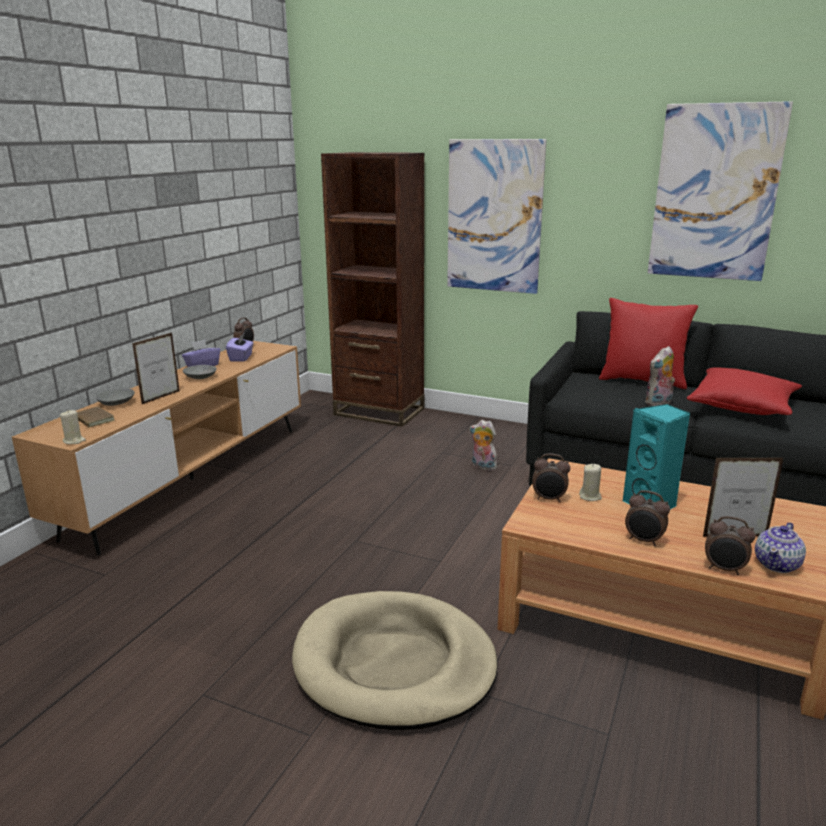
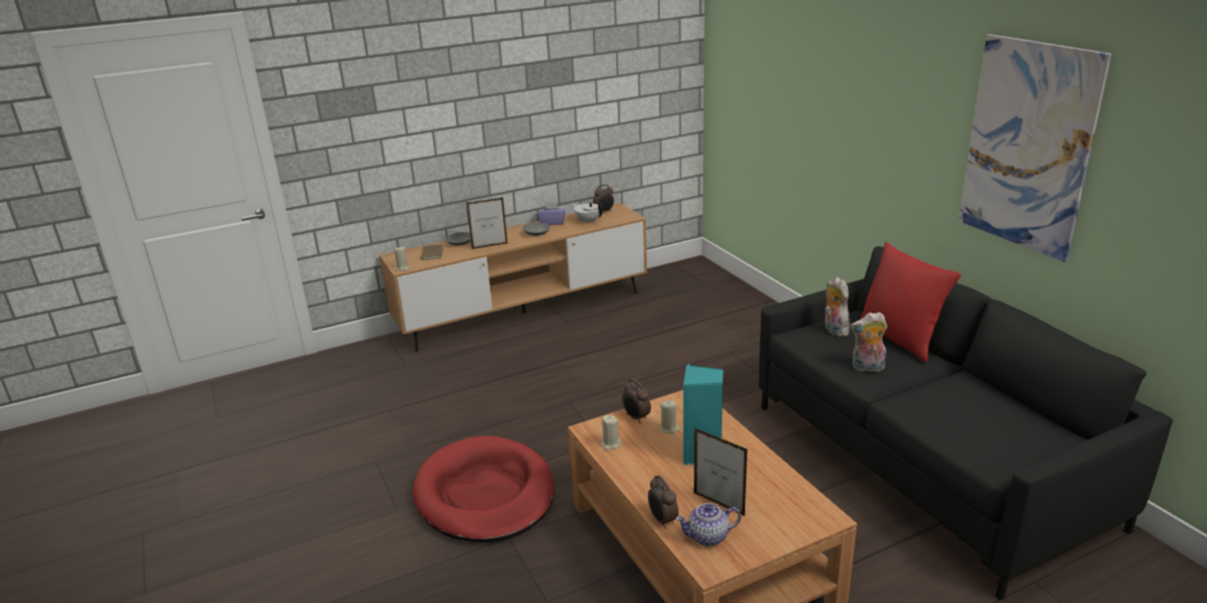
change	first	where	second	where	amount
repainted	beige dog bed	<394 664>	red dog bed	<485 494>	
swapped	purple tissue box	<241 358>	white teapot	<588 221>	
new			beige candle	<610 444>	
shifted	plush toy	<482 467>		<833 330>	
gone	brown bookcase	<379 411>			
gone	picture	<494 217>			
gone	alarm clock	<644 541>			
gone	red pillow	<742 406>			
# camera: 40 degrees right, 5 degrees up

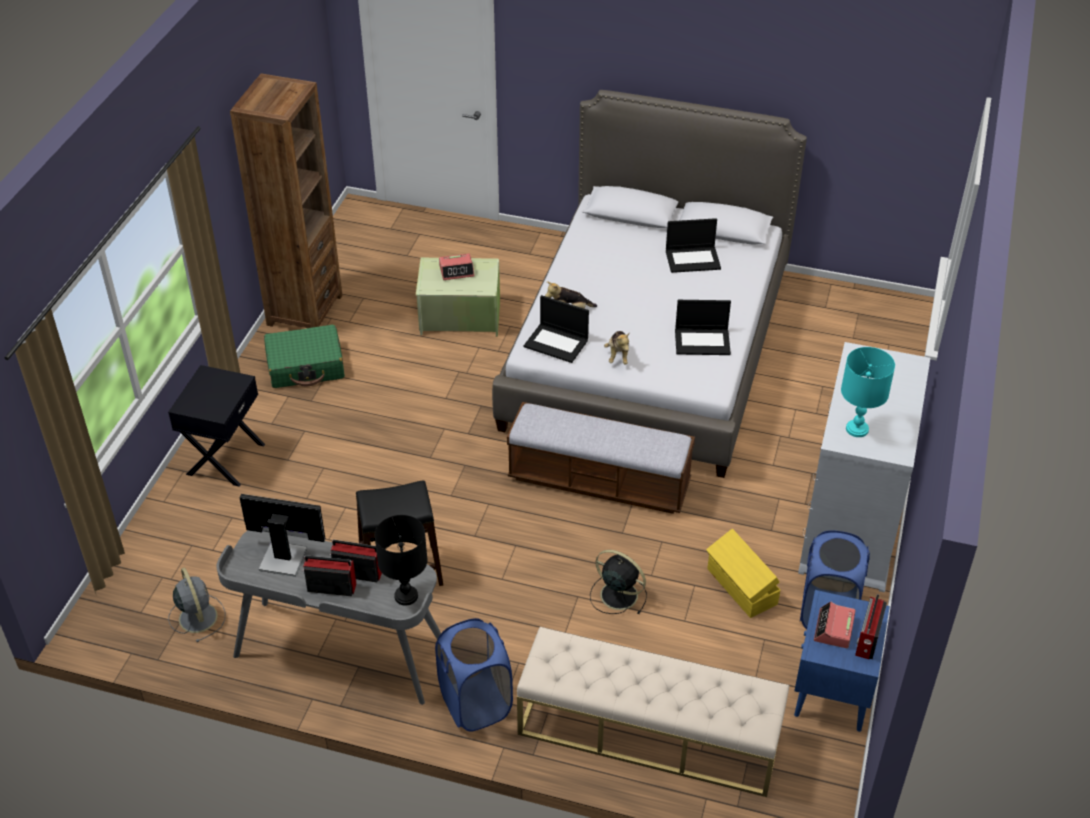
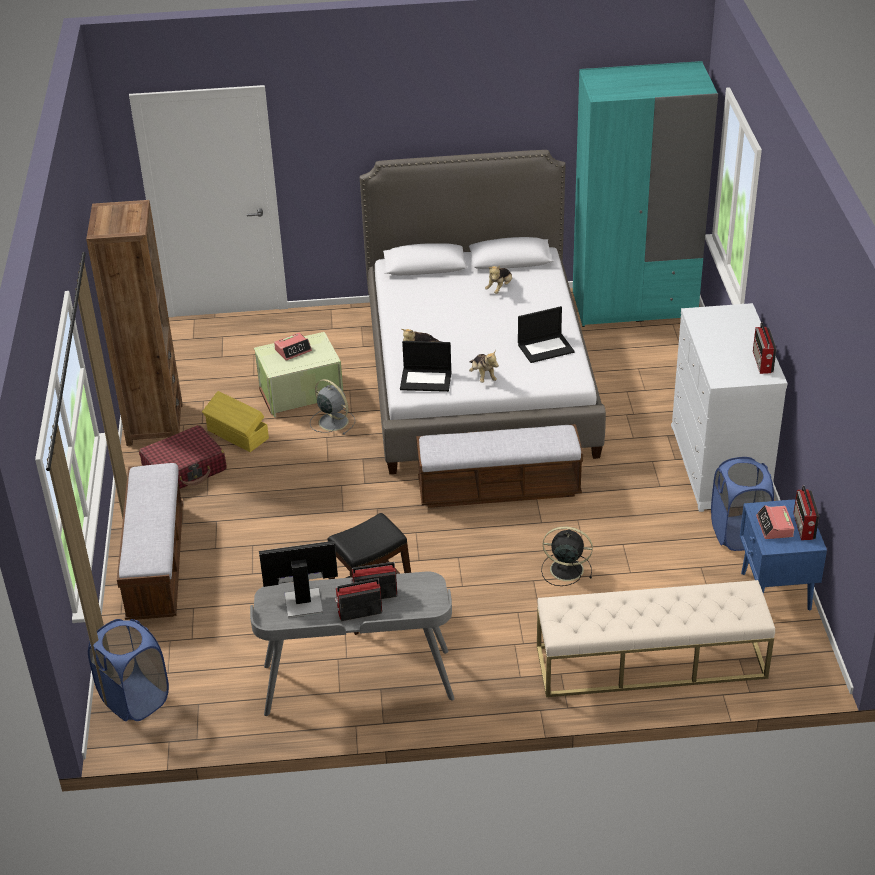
change	first	where	second	where	amount
shifted	blue laundry basket	<476 703>		<135 699>	
swapped	black nightstand	<225 459>	bench	<156 563>	
repainted	green suitcase	<306 366>	red suitcase	<185 469>	
shifted	yellow storage box	<741 587>		<237 435>	
shifted	grey fan	<197 616>		<332 421>	
swapped	laptop	<693 259>	plush toy	<499 288>	
new			turquoise wardrobe	<634 305>	
new			radio	<762 362>	
gone	black table lamp	<405 595>			
gone	turquoise table lamp	<857 429>			
# camera: 20 degrees left, 5 degrees down

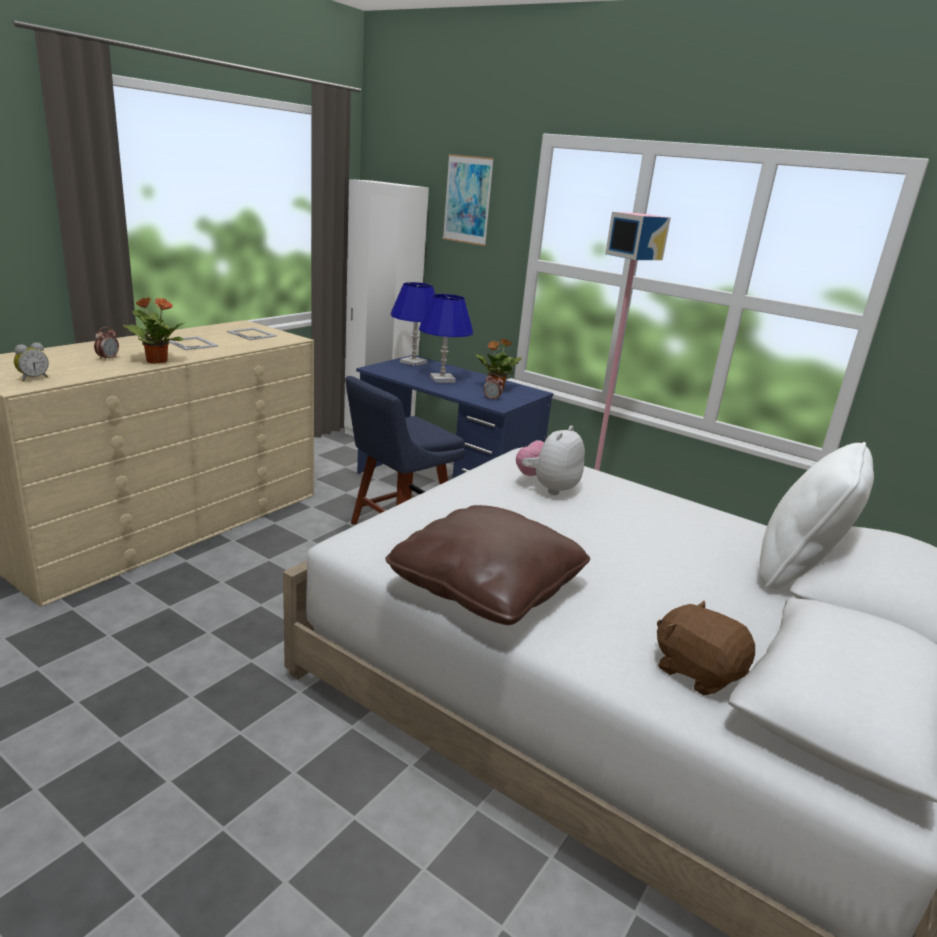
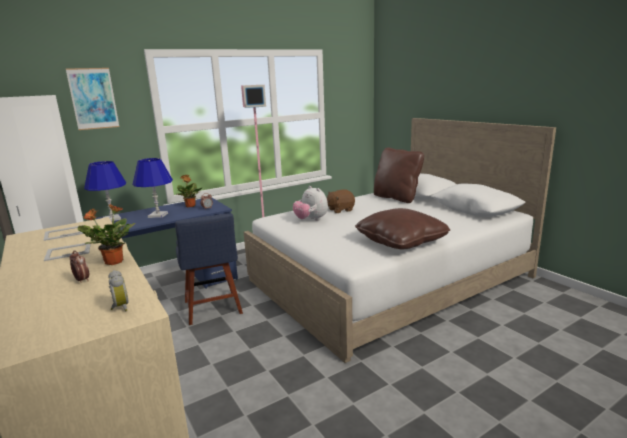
change	first	where	second	where	amount
shifted	brown plush toy	<697 671>		<340 210>	
repainted	white pillow	<797 570>	brown pillow	<397 198>	
# camera: 65 degrees left, 5 degrees down

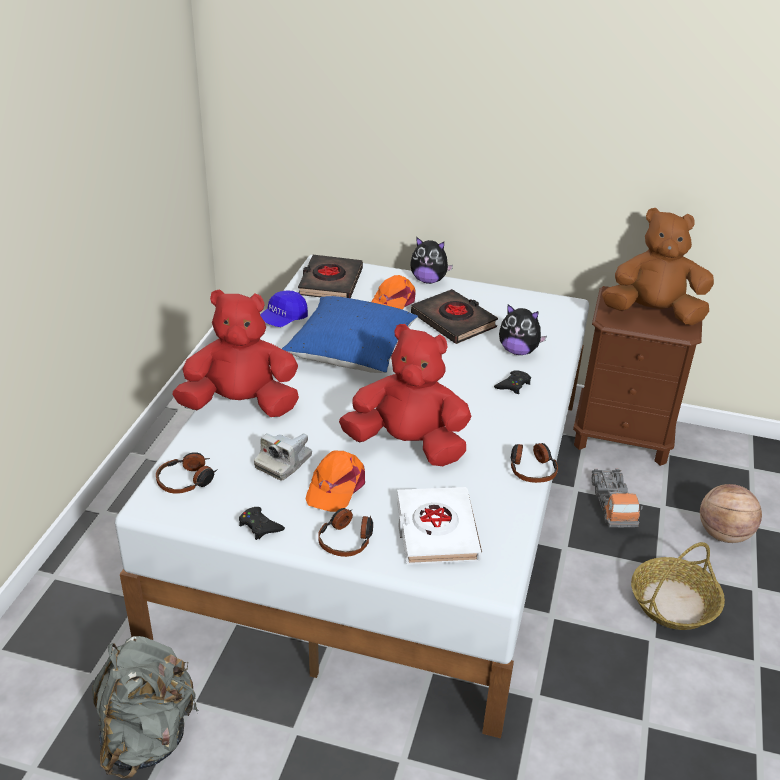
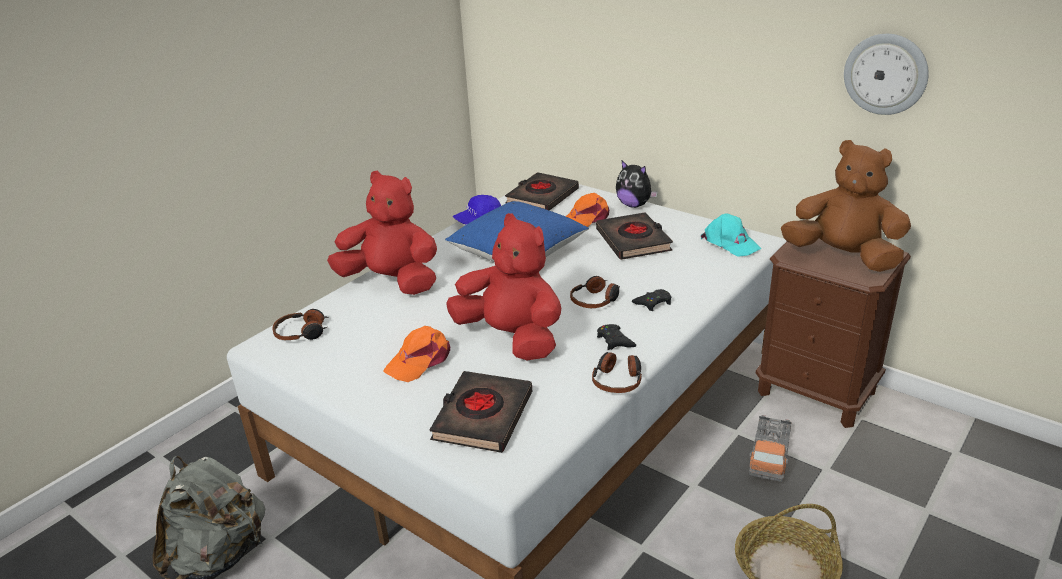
change	first	where	second	where	amount
repainted	white book	<436 531>	black book	<482 417>	
shifted	headphones	<347 539>		<595 300>	
shifted	black game controller	<260 526>		<615 341>	
new			turquoise cap	<730 243>	
new			wall clock	<885 74>	
gone	photo camera	<284 462>			
gone	plush toy	<518 351>			
gone	basketball	<723 534>			
# camera: 25 degrees right, 5 degrees down

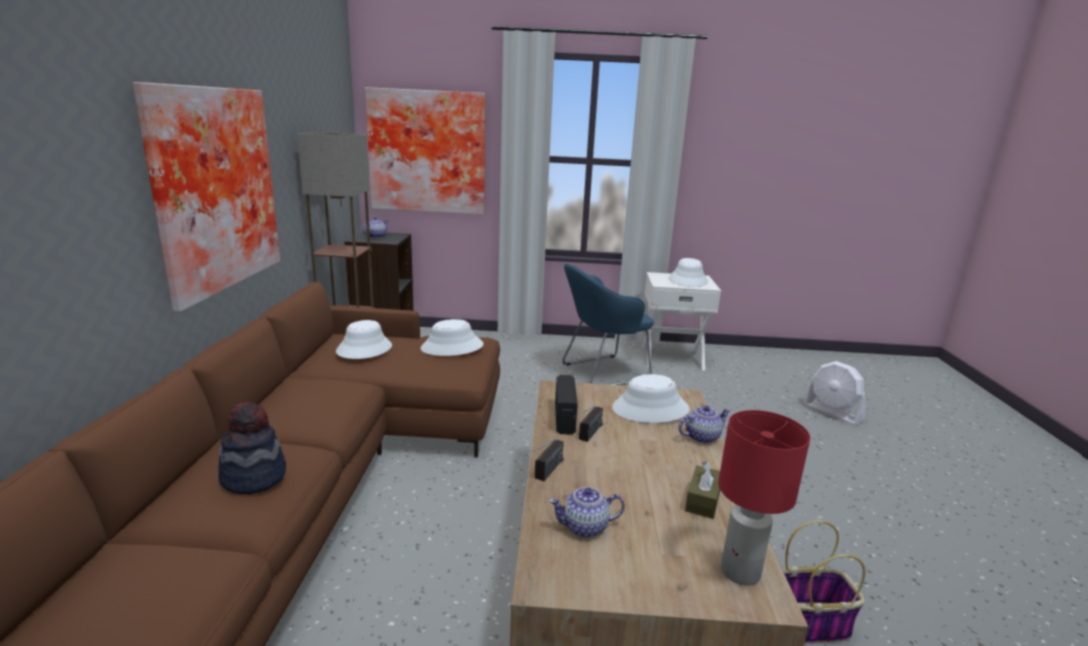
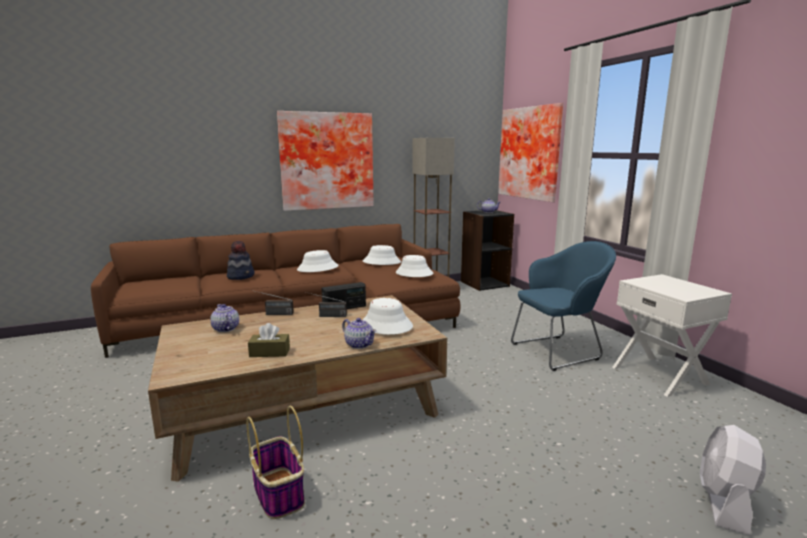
change	first	where	second	where	amount
shifted	white hat	<688 280>		<317 268>	
rotated	blue armchair	<601 373>		<559 351>	120 degrees clockwise
gone	red table lamp	<740 573>			
# camera: 65 degrees right, 5 degrees down

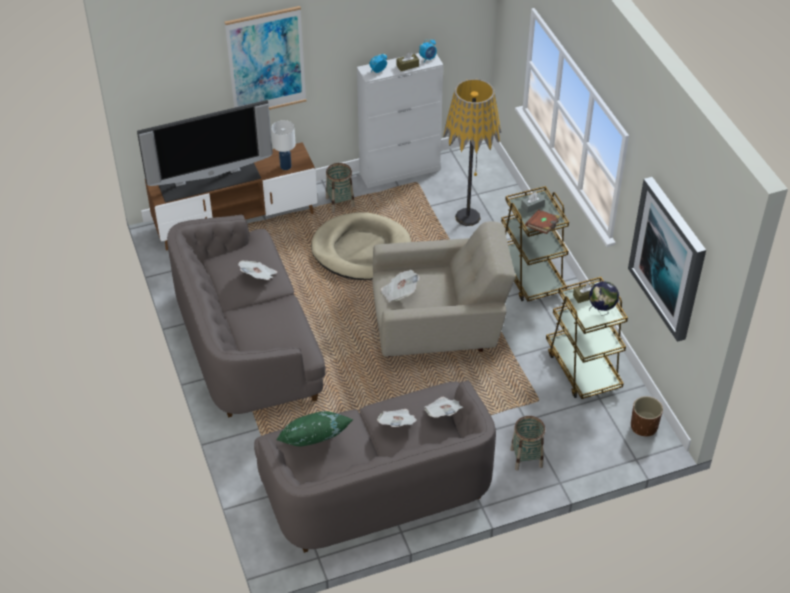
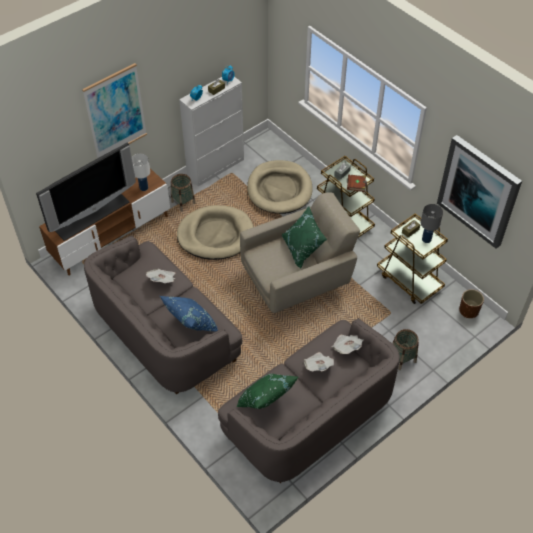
change	first	where	second	where	amount
new			blue pillow	<190 324>	
swapped	floor lamp	<467 217>	beige dog bed	<279 189>	
new			green pillow	<302 249>	
swapped	globe	<601 311>	grey table lamp	<426 239>	
gone	newspaper	<399 293>			
# camera: 20 degrees left, 5 degrees up

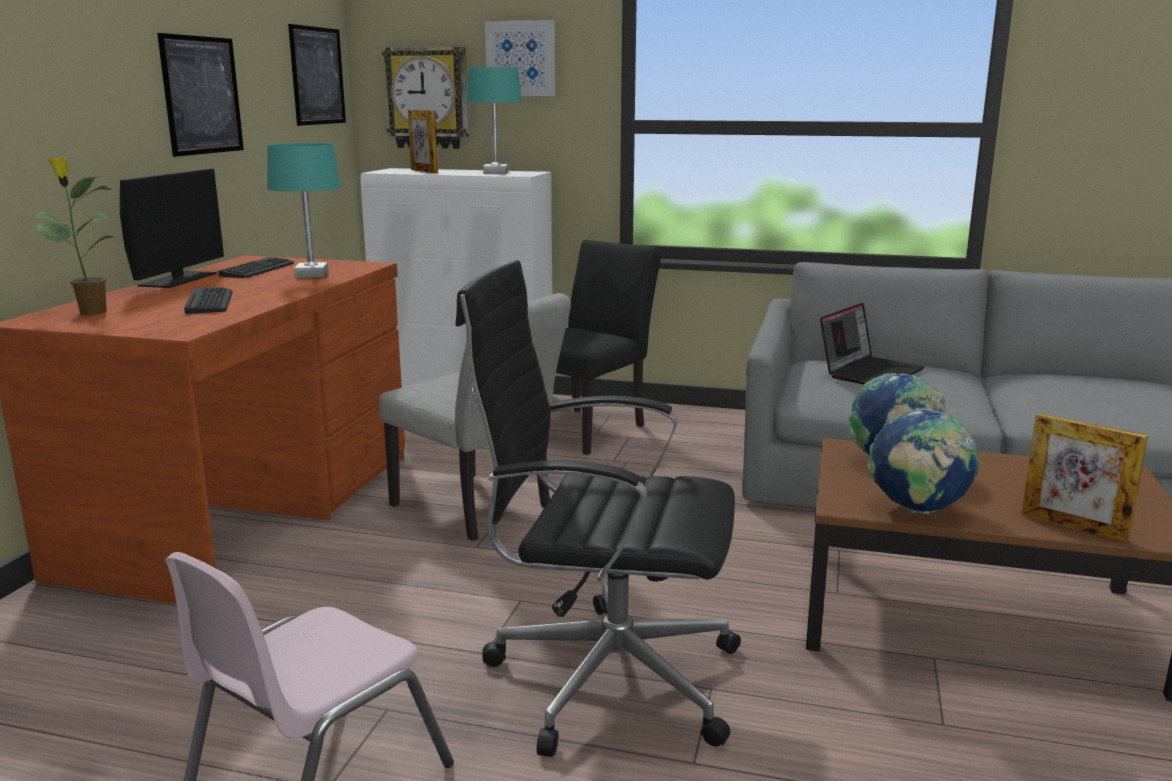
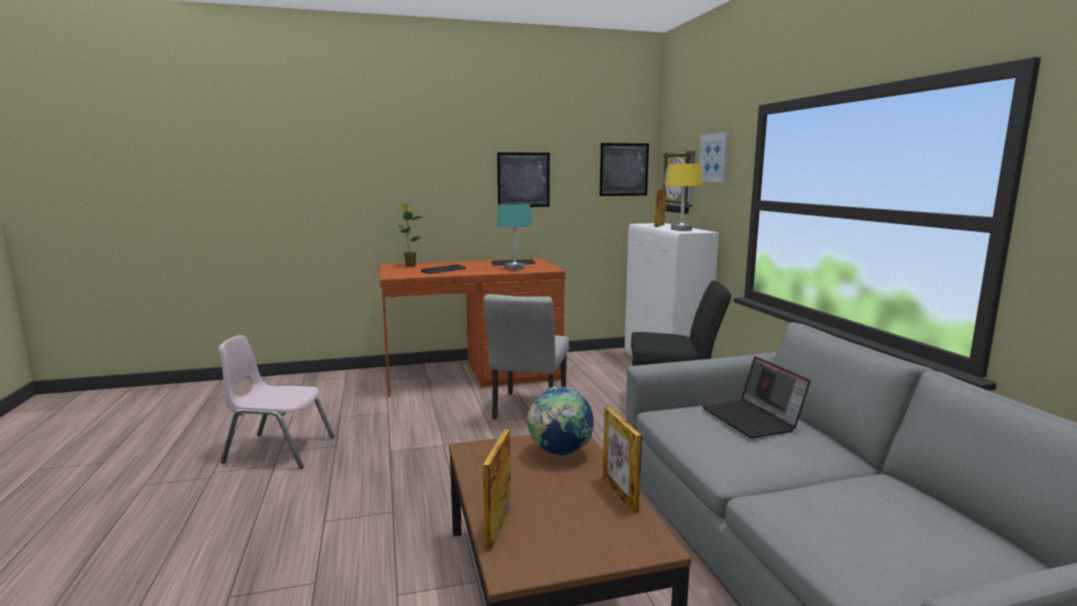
change	first	where	second	where	amount
new			picture frame	<619 494>	
repainted	turquoise table lamp	<496 173>	yellow table lamp	<681 230>	
rotated	laptop	<870 372>		<753 419>	60 degrees clockwise
gone	monitor	<178 279>			
gone	black office chair	<606 677>			
gone	globe	<917 510>			
# camera: 60 degrees right, 5 degrees down

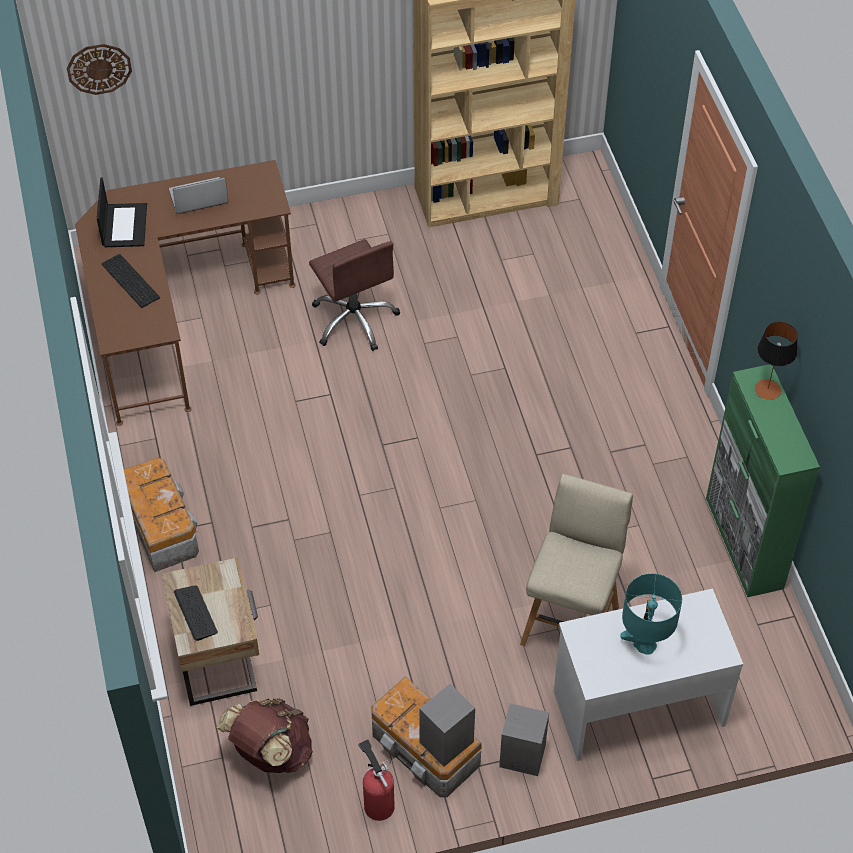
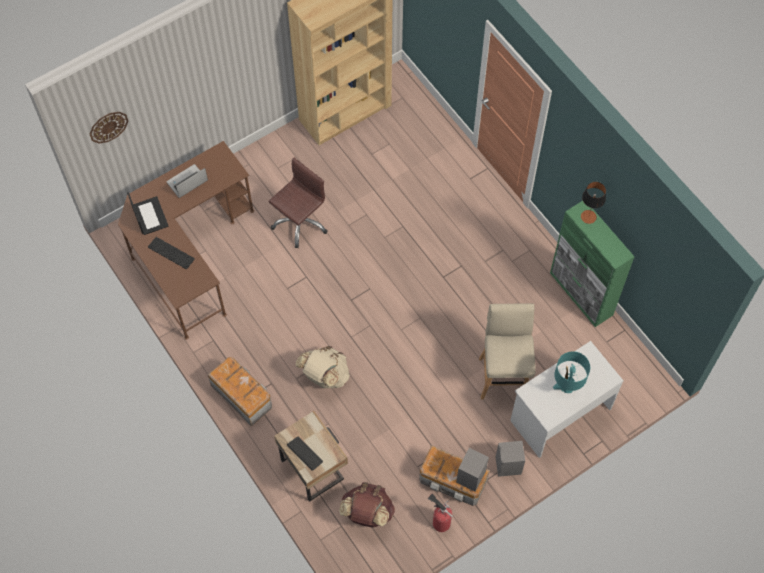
change	first	where	second	where	amount
rotated	brown office chair	<354 319>		<300 222>	90 degrees counterclockwise
new			beige backpack	<325 376>	
# camera: 20 degrees left, 10 degrees up

